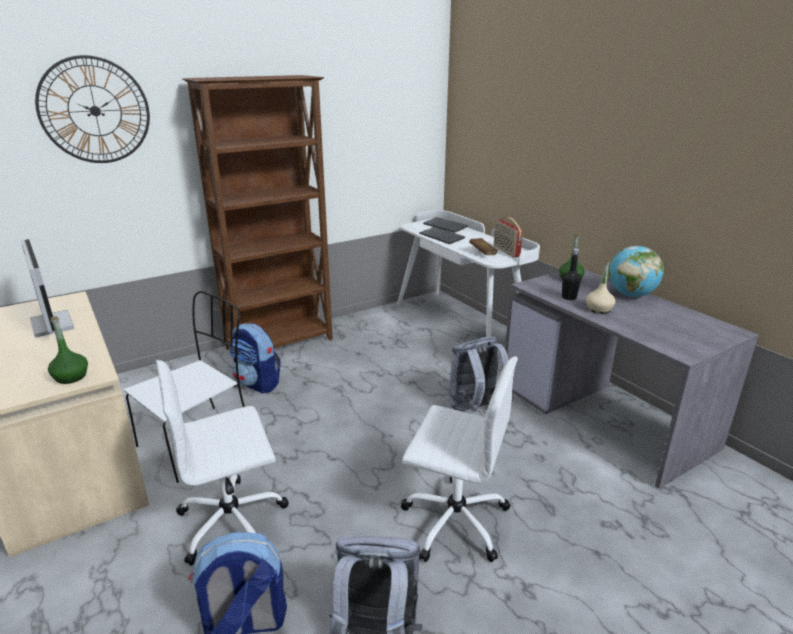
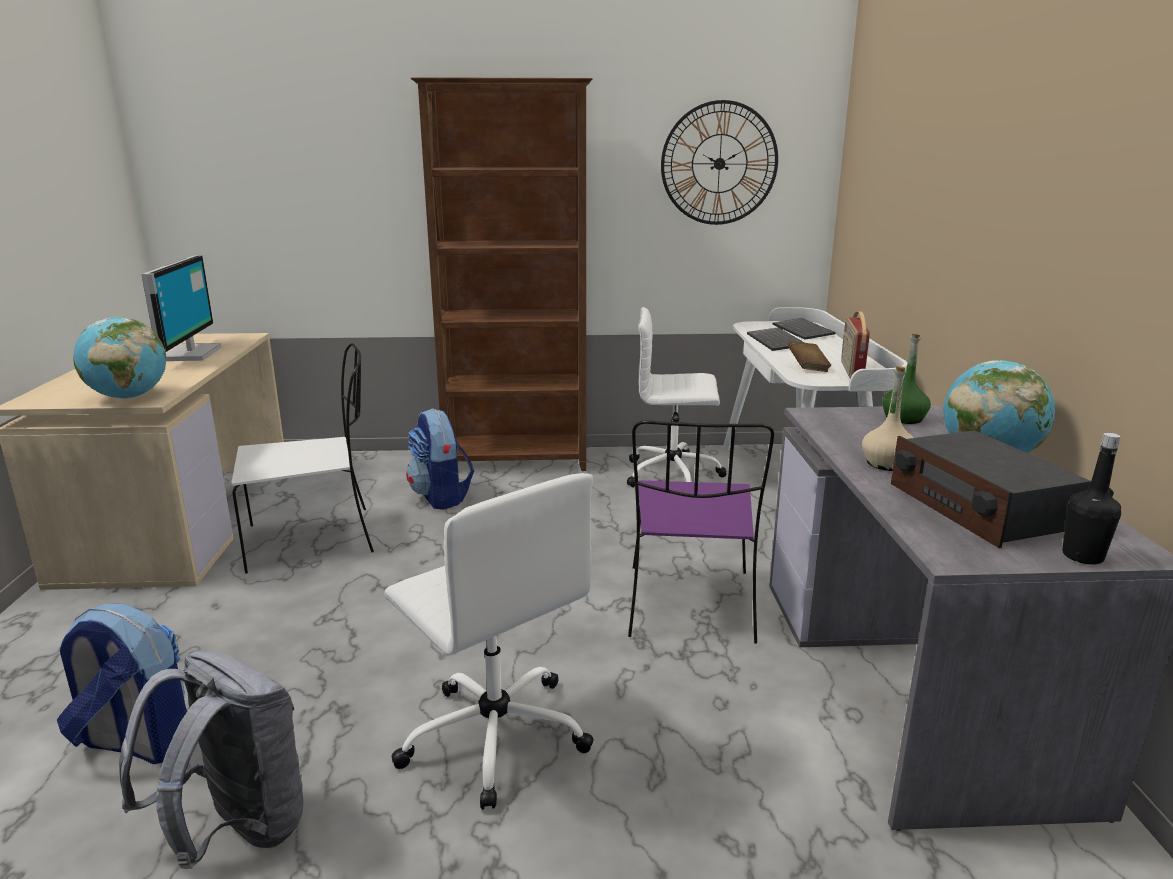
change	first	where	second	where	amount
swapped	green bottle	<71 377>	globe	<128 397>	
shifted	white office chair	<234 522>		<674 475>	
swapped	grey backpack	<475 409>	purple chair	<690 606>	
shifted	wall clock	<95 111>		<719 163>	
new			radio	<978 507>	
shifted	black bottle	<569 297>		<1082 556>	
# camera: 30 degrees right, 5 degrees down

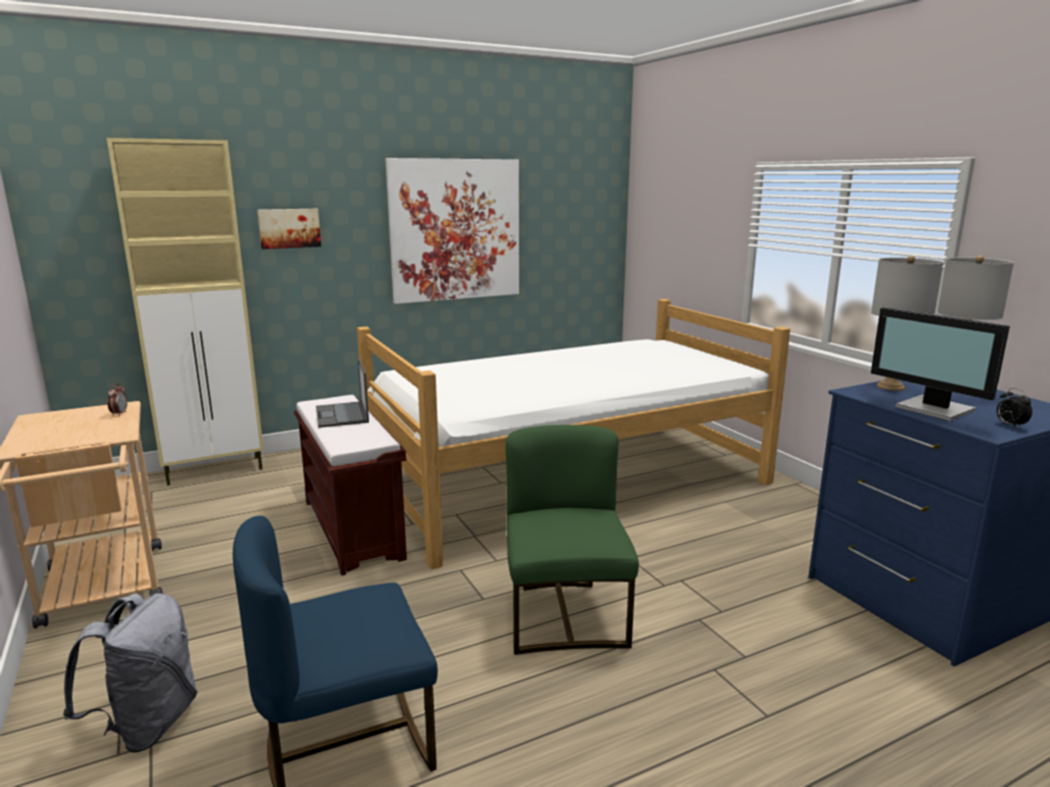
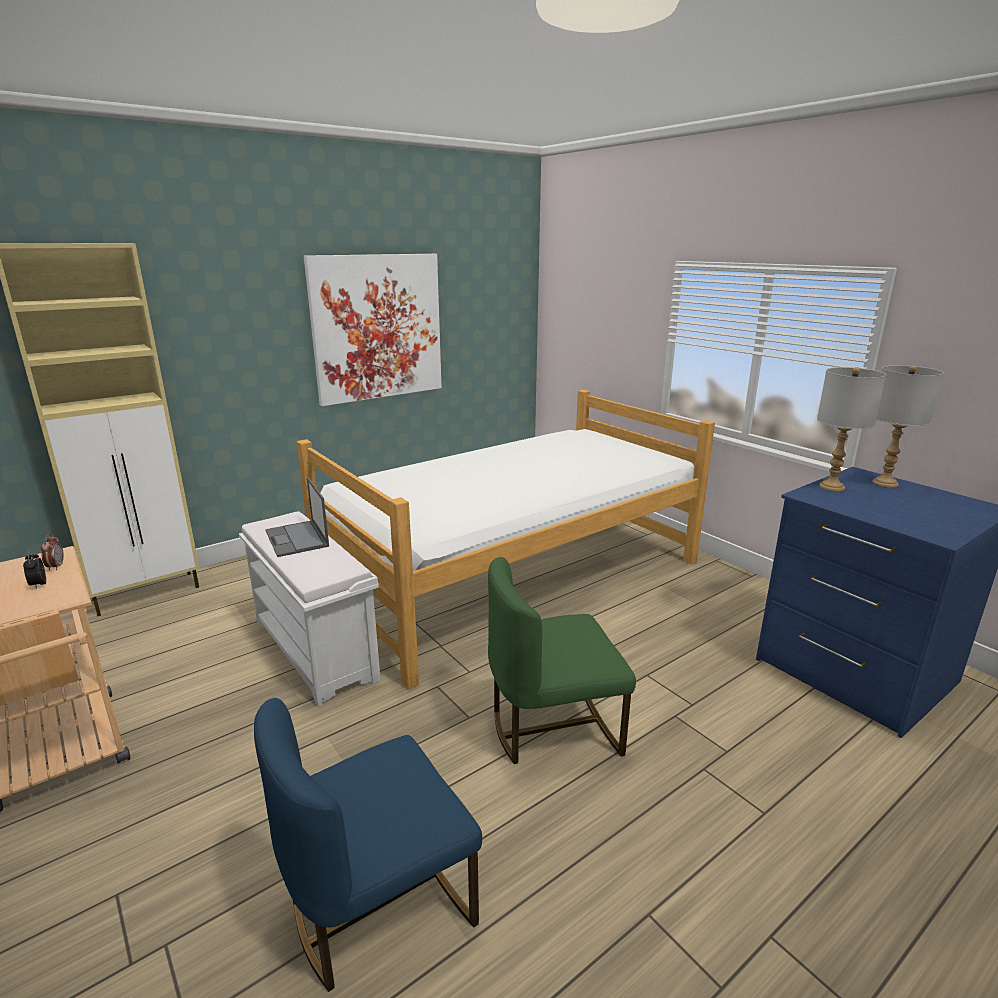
change	first	where	second	where	amount
shifted	alarm clock	<1009 425>		<38 585>	
repainted	brown bench	<353 529>	white bench	<316 650>	
rotated	green chair	<565 616>		<553 727>	90 degrees counterclockwise
gone	grey backpack	<147 725>			
gone	picture	<289 228>			
gone	monitor	<934 409>			
# camera: 10 degrees left, 5 degrees up

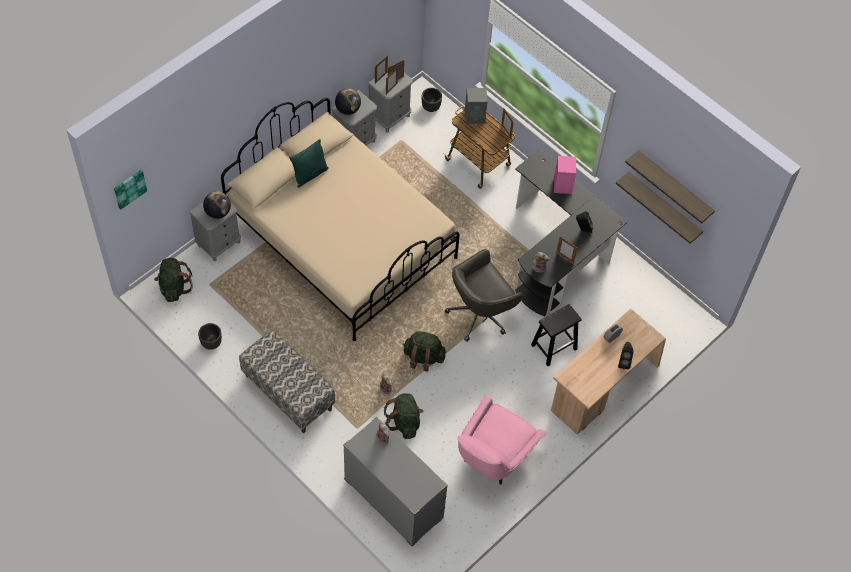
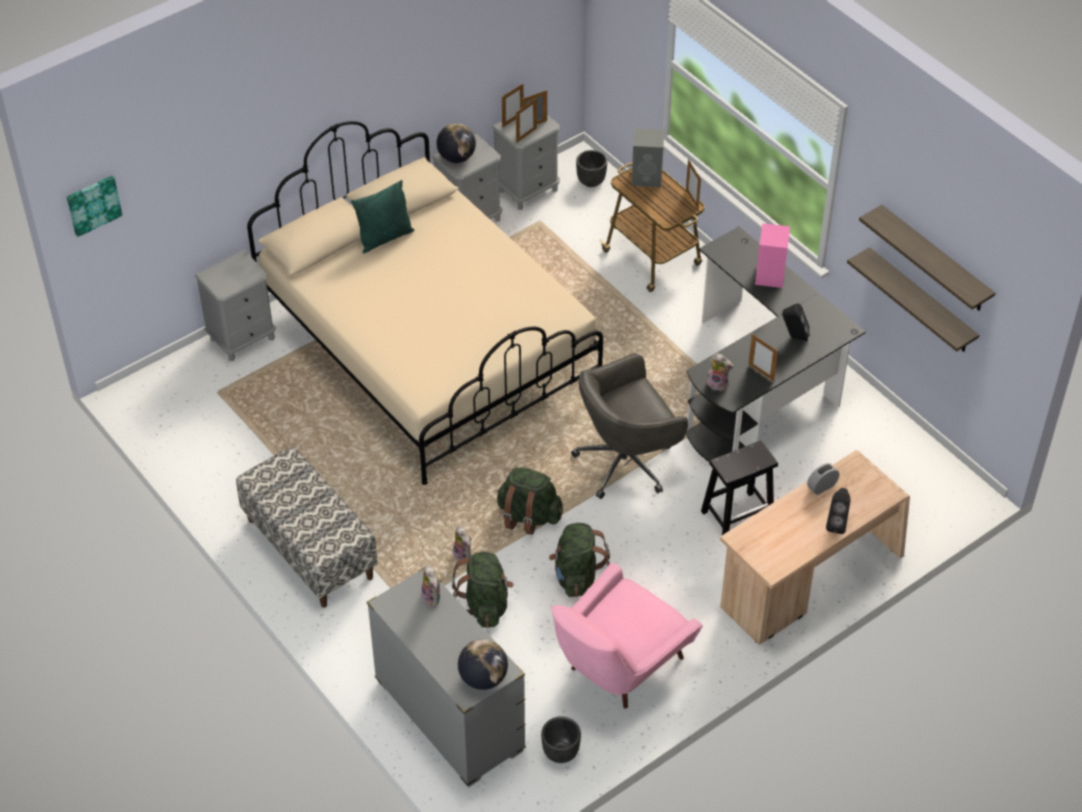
change	first	where	second	where	amount
shifted	globe	<218 212>		<483 678>	
shifted	black planter	<211 343>		<560 752>	
shifted	green backpack	<174 288>		<577 576>	
# camera: 10 degrees right, 10 degrees down

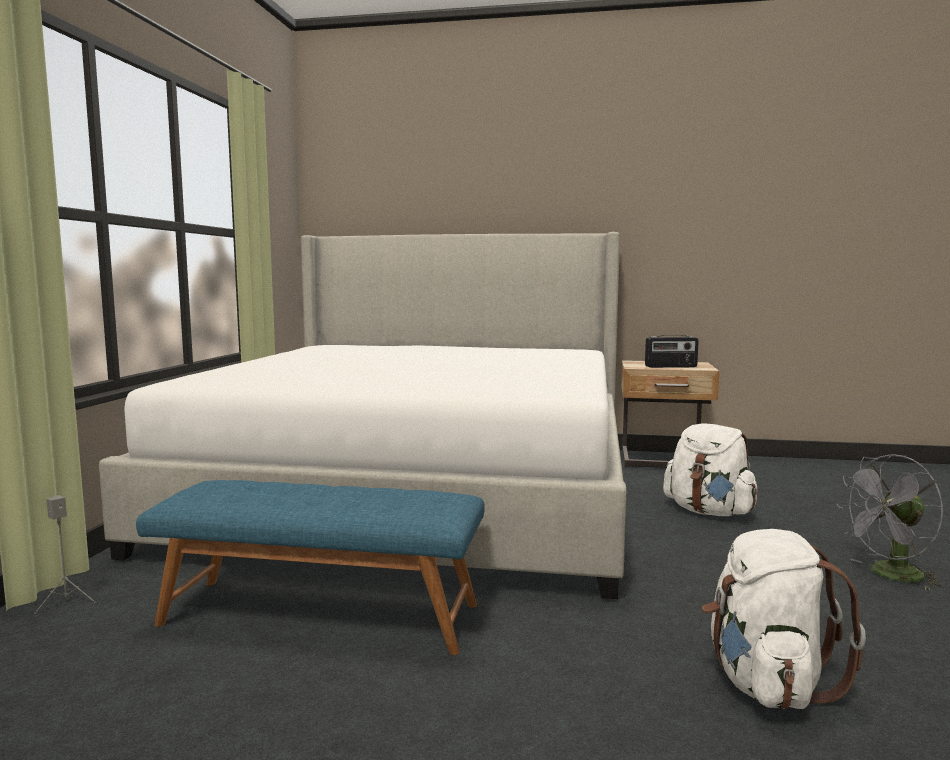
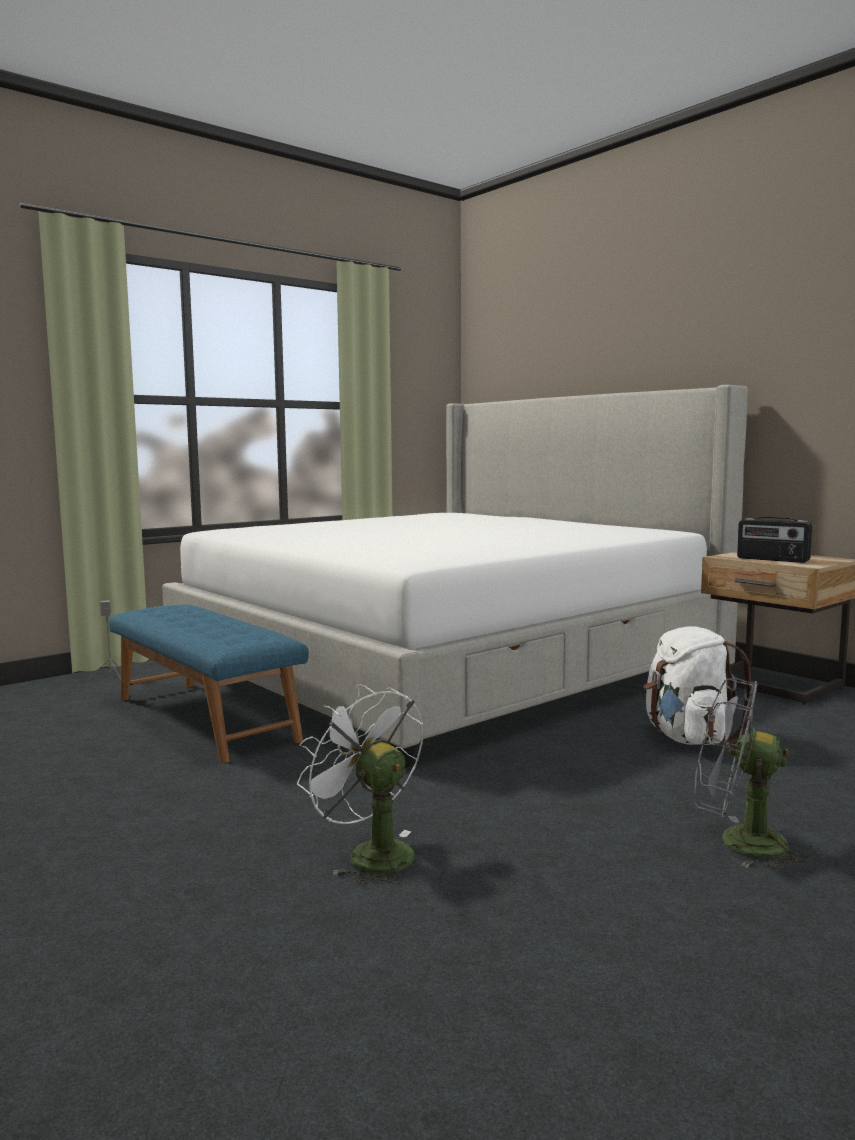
change	first	where	second	where	amount
swapped	white backpack	<766 683>	white fan	<370 853>	
# camera: 40 degrees right, 0 degrees up

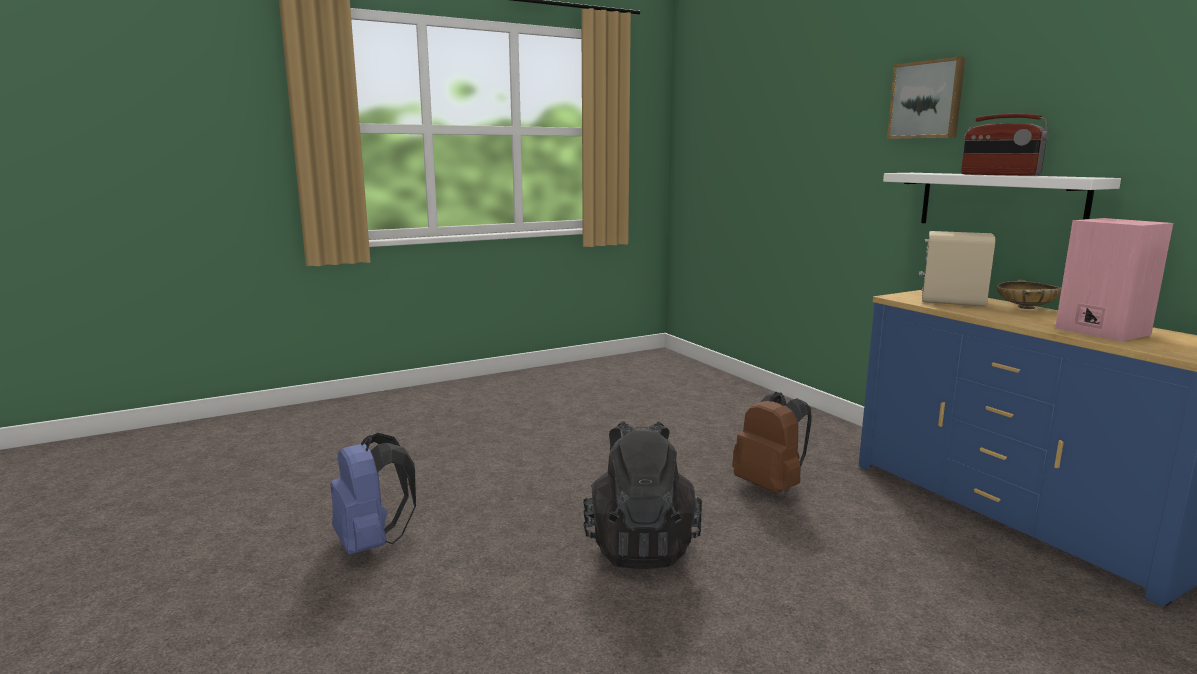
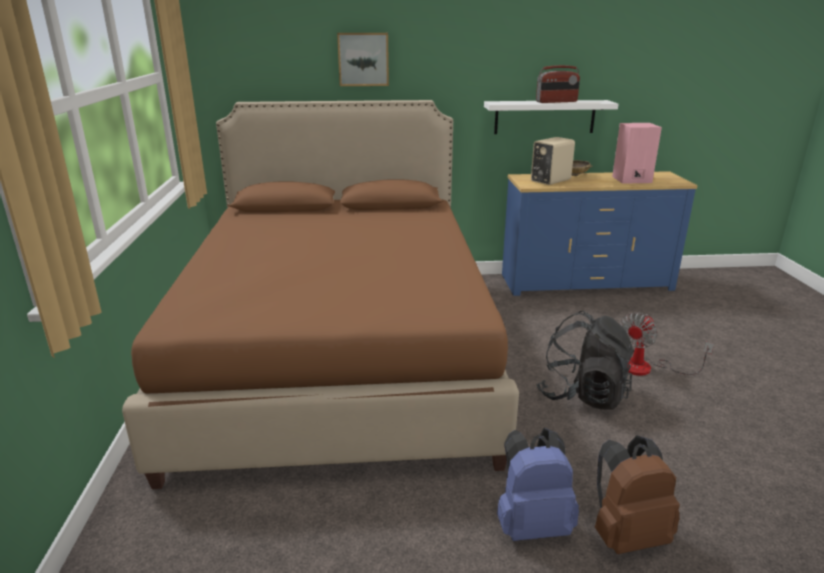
change	first	where	second	where	amount
new			brown bed	<339 353>	
shifted	picture	<927 100>		<363 59>	
shifted	brown backpack	<770 486>		<626 534>	
new			fan	<647 368>	
# camera: 65 degrees left, 10 degrees up

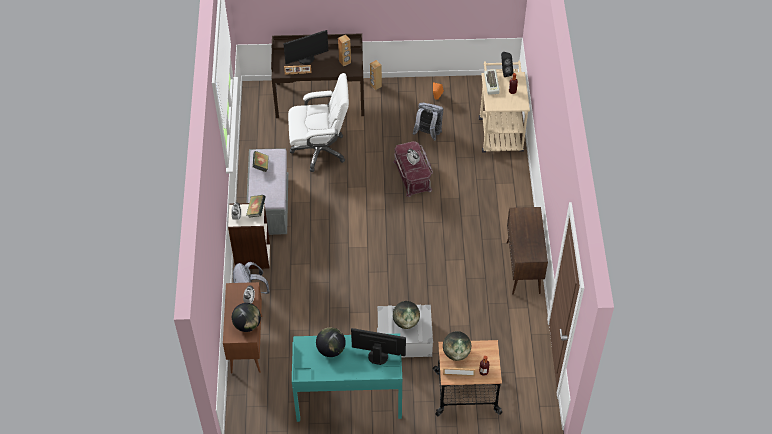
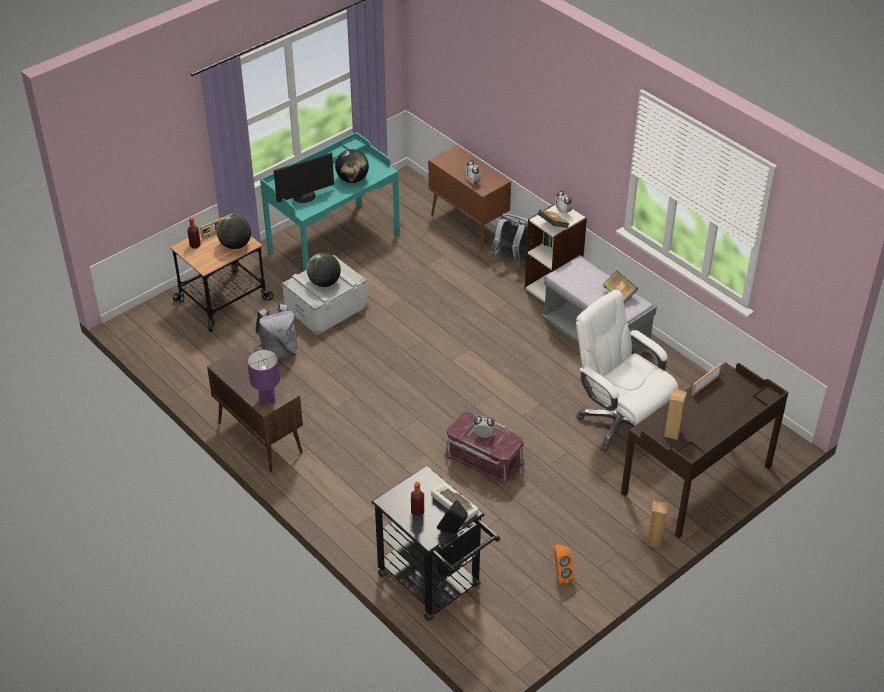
change	first	where	second	where	amount
new			purple table lamp	<267 399>	
shifted	grey backpack	<428 134>		<279 352>	
repainted	beige cart	<500 130>	black cart	<435 585>	
rotated	white office chair	<320 150>		<619 422>	90 degrees clockwise
gone	globe	<247 325>			
gone	monitor	<306 59>			
# camera: 140 degrees right, 10 degrees down

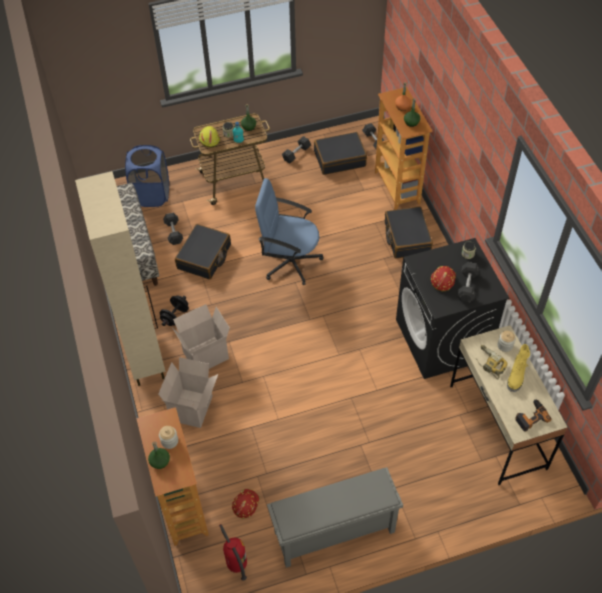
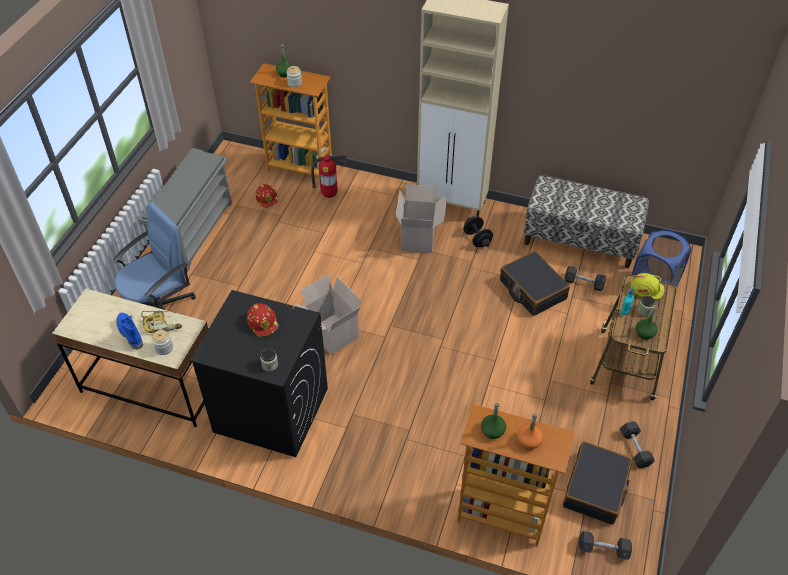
change	first	where	second	where	amount
shifted	blue office chair	<290 261>		<161 309>	
repainted	yellow boot	<516 376>	blue boot	<129 334>	
shifted	cardboard box	<192 409>		<331 334>	
shifted	fire extinguisher	<236 565>		<329 195>	
gone	black suitcase	<406 238>			
gone	grey dumbbell	<467 286>			
gone	power drill	<530 416>			
# camera: 125 degrees right, 5 degrees down

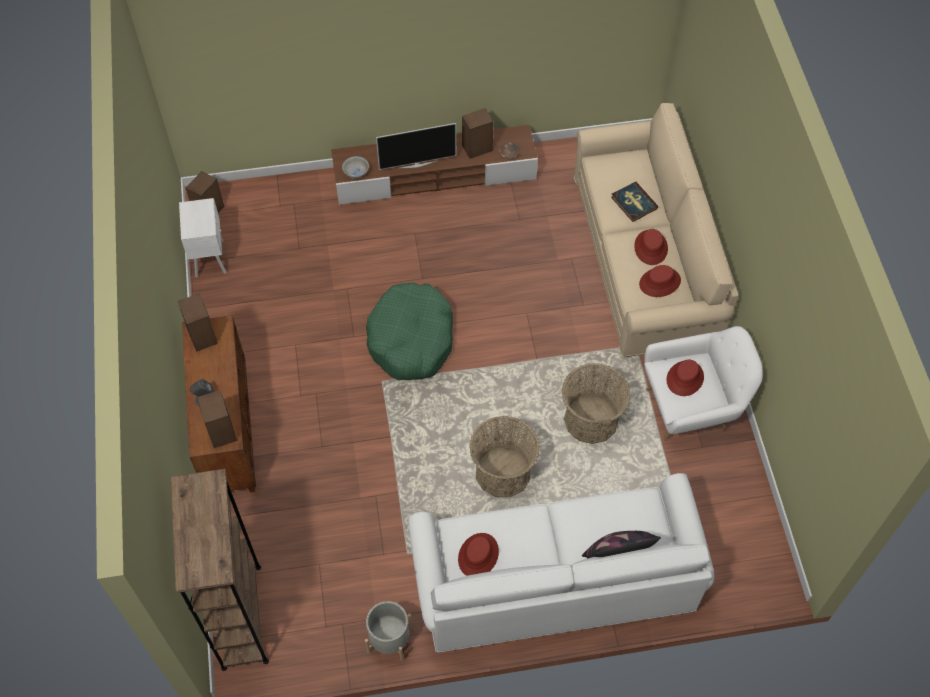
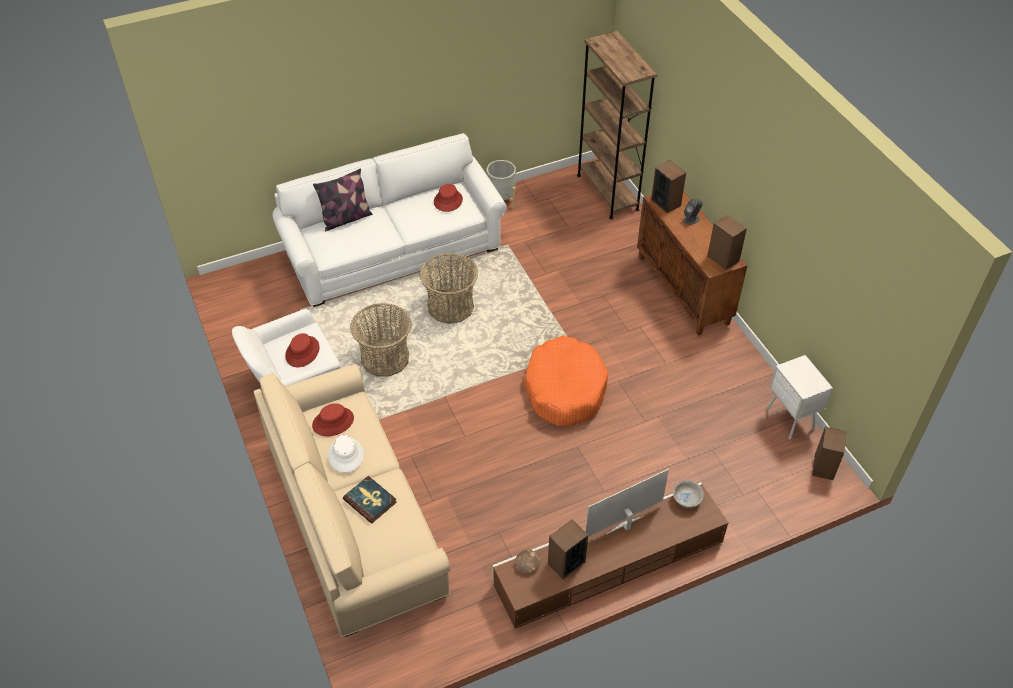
change	first	where	second	where	amount
repainted	red hat	<651 247>	white hat	<345 455>	
repainted	green dog bed	<411 339>	orange dog bed	<565 389>	
# camera: 165 degrees right, 10 degrees down

